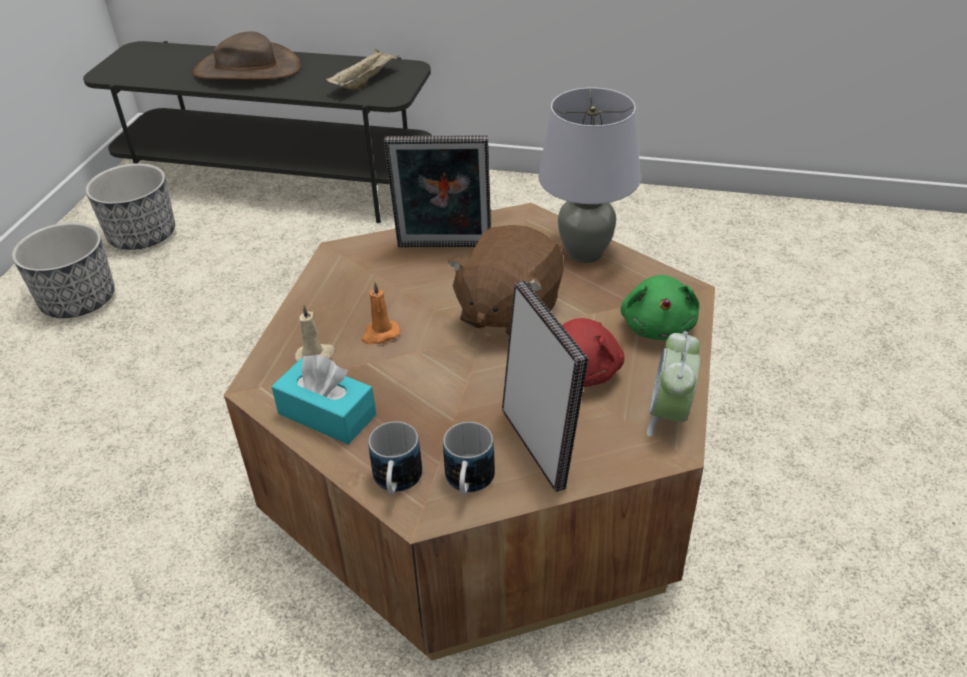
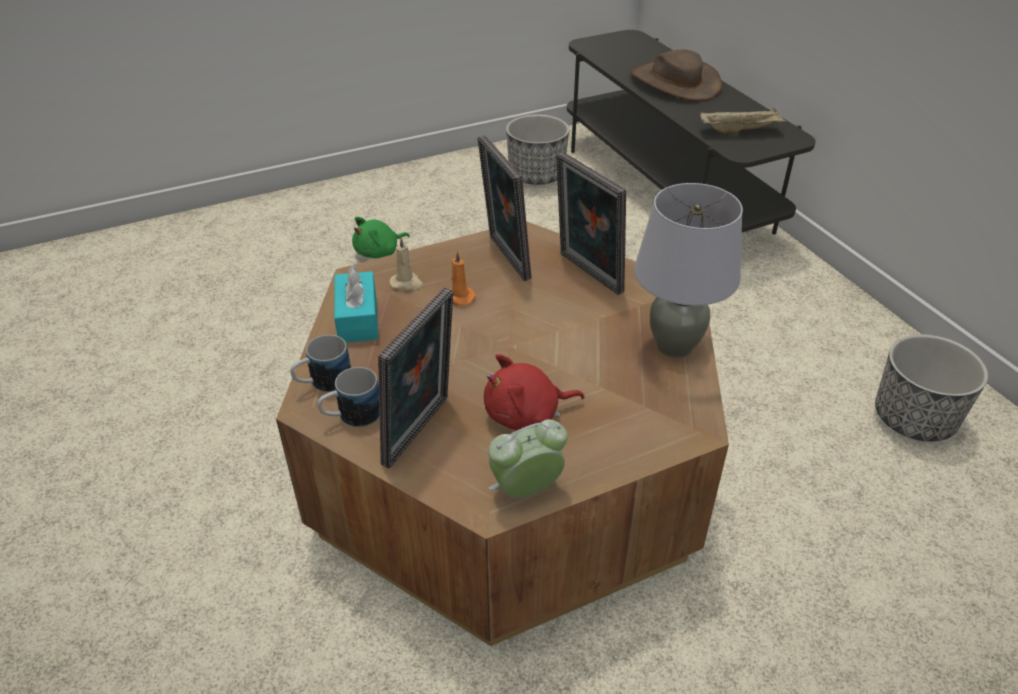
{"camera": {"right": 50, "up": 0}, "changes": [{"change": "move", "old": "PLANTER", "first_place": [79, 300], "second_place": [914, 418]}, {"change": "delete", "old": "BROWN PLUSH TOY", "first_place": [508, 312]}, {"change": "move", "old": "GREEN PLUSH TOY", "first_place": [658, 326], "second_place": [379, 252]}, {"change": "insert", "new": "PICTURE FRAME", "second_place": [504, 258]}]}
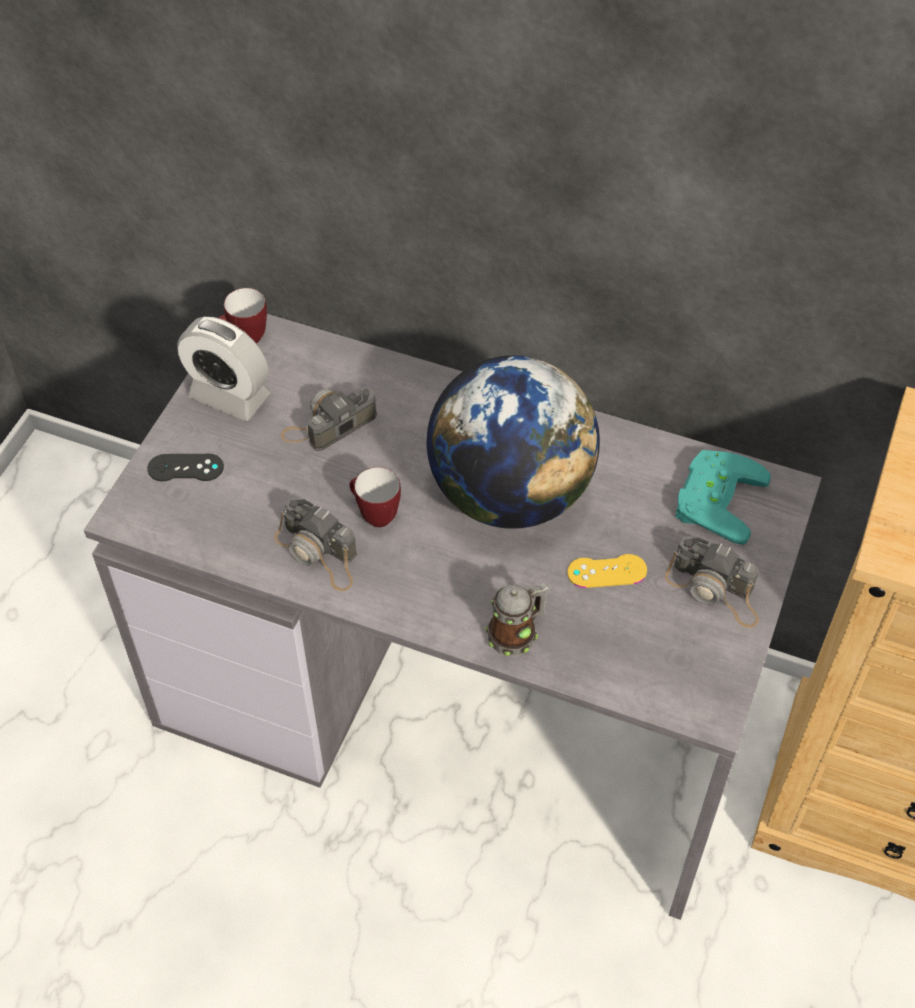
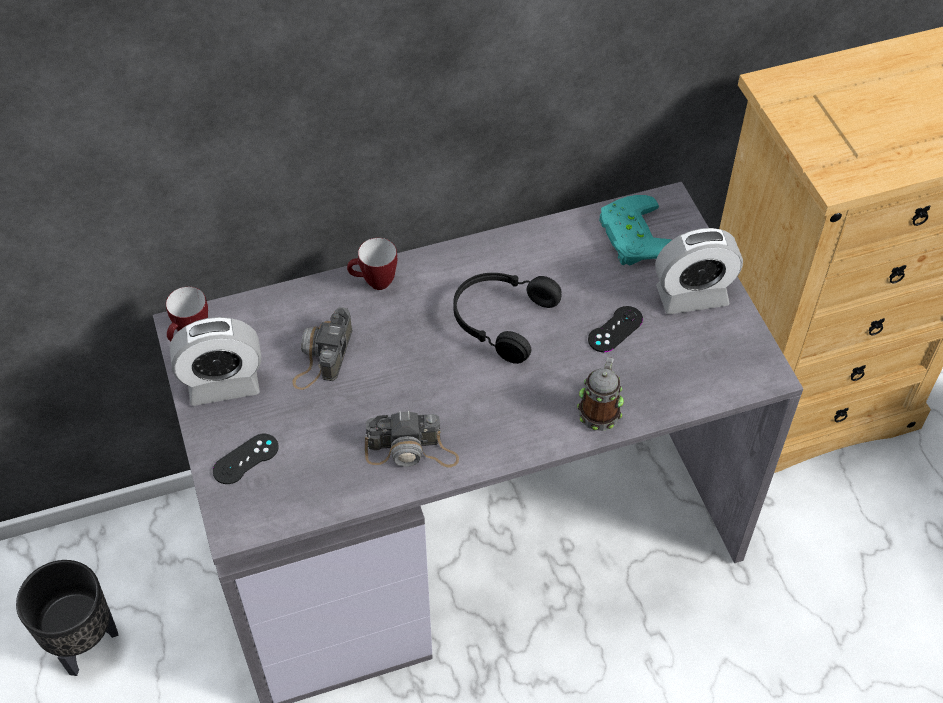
{"camera": {"right": -40, "up": 0}, "changes": [{"change": "move", "old": "MUG", "first_place": [373, 515], "second_place": [374, 283]}, {"change": "replace", "old": "GLOBE", "new": "BLACK HEADPHONES", "first_place": [510, 493], "second_place": [500, 320]}, {"change": "recolor", "old": "YELLOW GAME CONTROLLER", "new": "BLACK GAME CONTROLLER", "first_place": [607, 571], "second_place": [615, 329]}, {"change": "replace", "old": "PHOTO CAMERA", "new": "ALARM CLOCK", "first_place": [715, 590], "second_place": [692, 296]}, {"change": "insert", "new": "BLACK PLANTER", "second_place": [83, 645]}]}
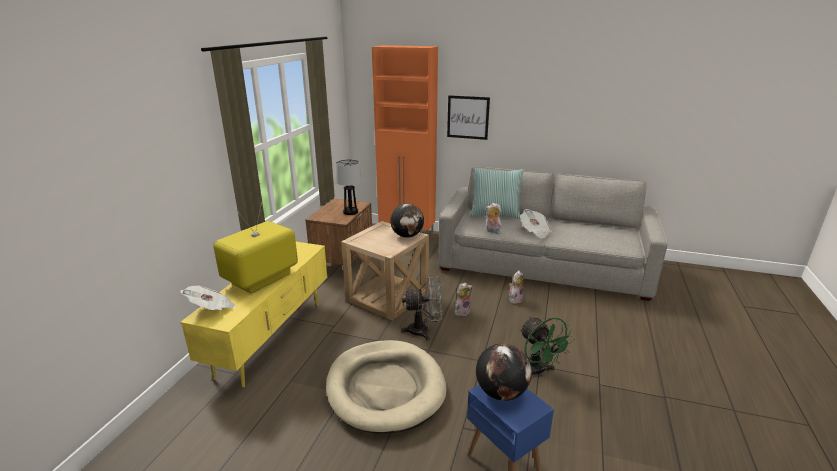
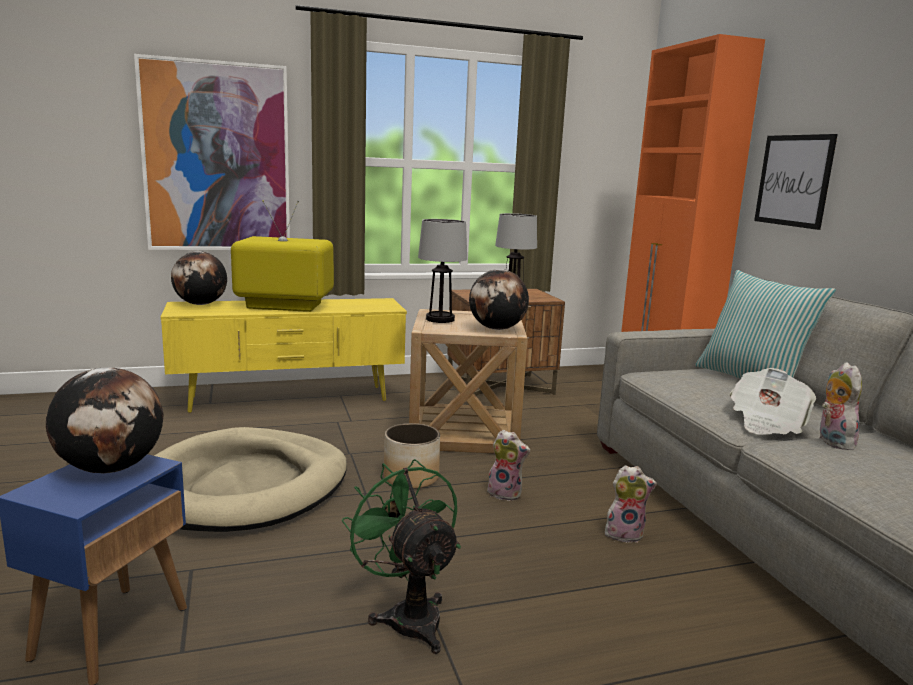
{"camera": {"right": 55, "up": -10}, "changes": [{"change": "replace", "old": "NEWSPAPER", "new": "GLOBE", "first_place": [212, 309], "second_place": [201, 304]}, {"change": "replace", "old": "GREY FAN", "new": "PLANTER", "first_place": [424, 331], "second_place": [411, 477]}, {"change": "move", "old": "PLUSH TOY", "first_place": [492, 231], "second_place": [832, 442]}, {"change": "rotate", "old": "GREEN FAN", "first_place": [538, 372], "second_place": [408, 615], "degrees": 120}, {"change": "insert", "new": "PICTURE", "second_place": [217, 158]}, {"change": "insert", "new": "TABLE LAMP", "second_place": [440, 319]}]}
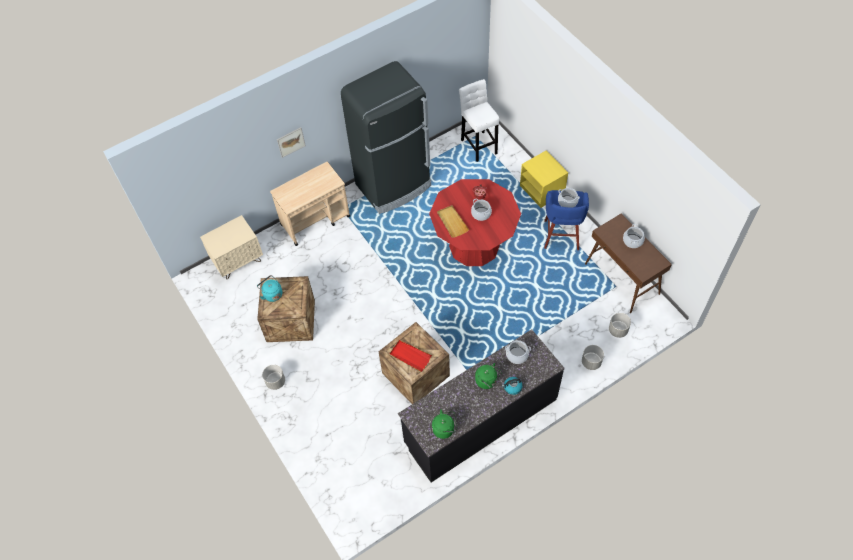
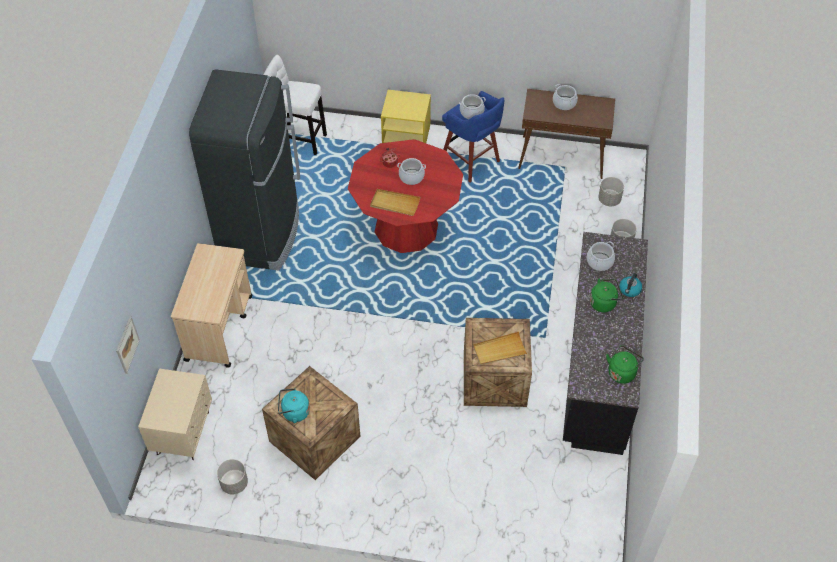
{"camera": {"right": -50, "up": -5}, "changes": [{"change": "move", "old": "GREY PLANTER", "first_place": [276, 382], "second_place": [234, 483]}, {"change": "move", "old": "PICTURE", "first_place": [291, 142], "second_place": [127, 345]}, {"change": "recolor", "old": "RED TRAY", "new": "BEIGE TRAY", "first_place": [410, 356], "second_place": [499, 350]}]}
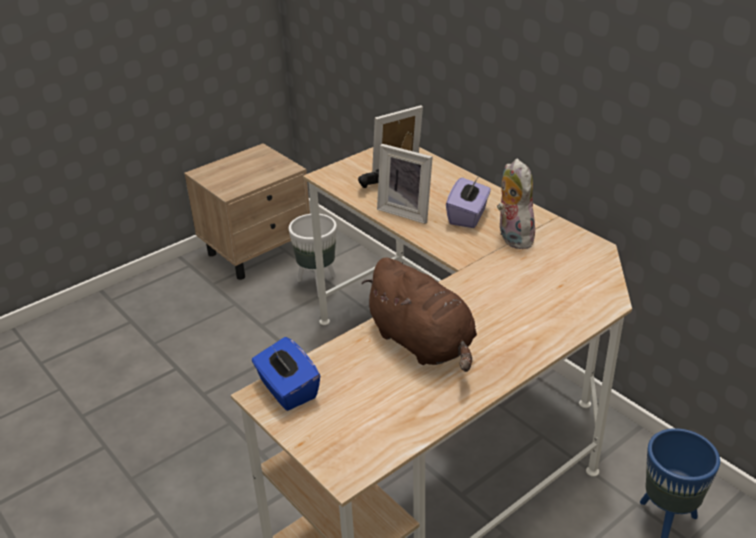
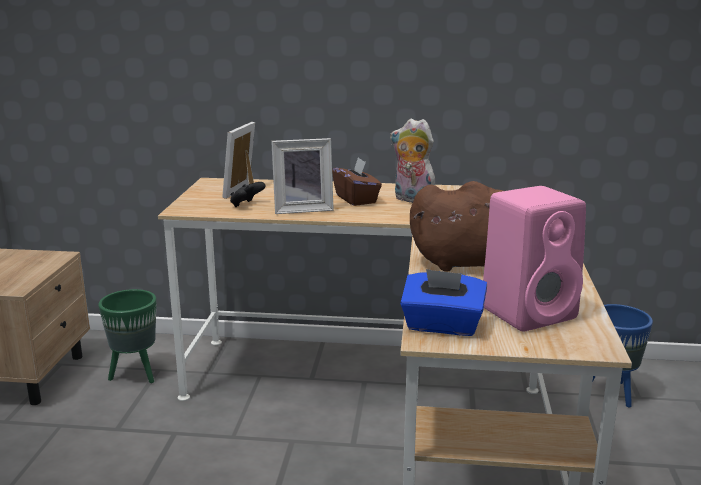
{"camera": {"right": -45, "up": -15}, "changes": [{"change": "recolor", "old": "WHITE PLANTER", "new": "GREEN PLANTER", "first_place": [317, 284], "second_place": [135, 374]}, {"change": "recolor", "old": "PURPLE TISSUE BOX", "new": "BROWN TISSUE BOX", "first_place": [468, 216], "second_place": [356, 199]}, {"change": "insert", "new": "PINK SPEAKER", "second_place": [530, 312]}]}
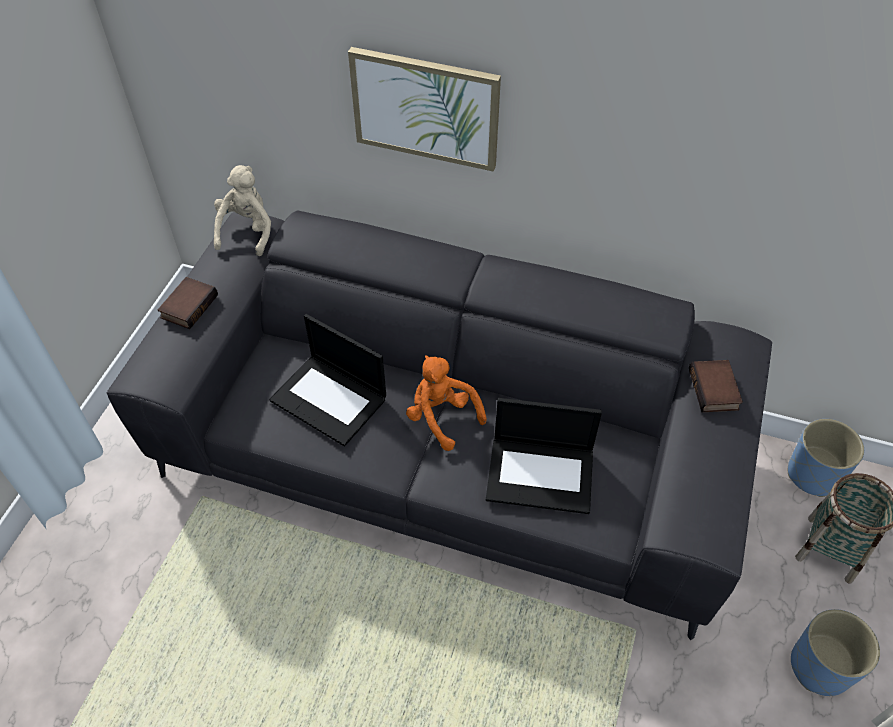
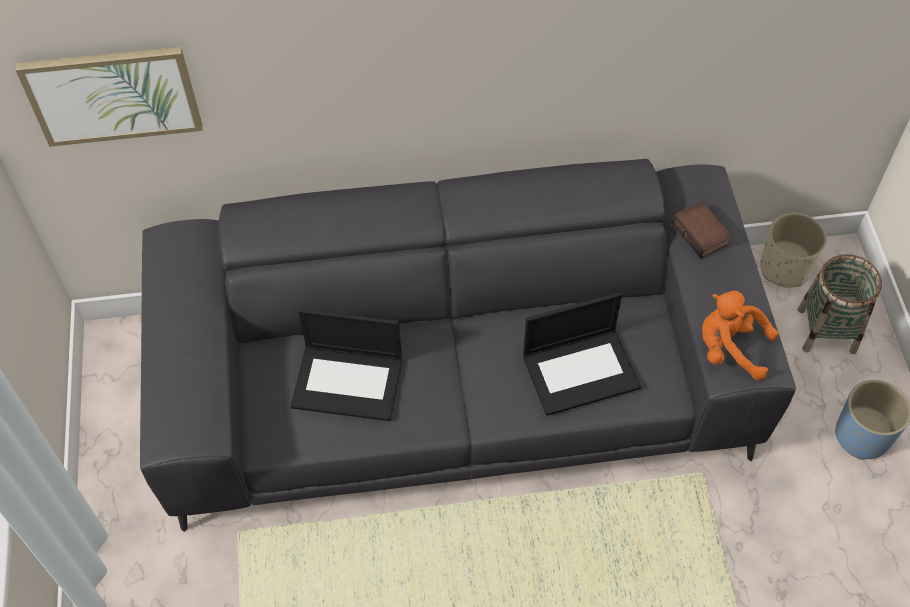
{"camera": {"right": -25, "up": 5}, "changes": [{"change": "delete", "old": "BOOK", "first_place": [188, 305]}, {"change": "delete", "old": "BEIGE PLUSH TOY", "first_place": [247, 231]}, {"change": "move", "old": "PICTURE", "first_place": [425, 108], "second_place": [113, 94]}, {"change": "move", "old": "ORANGE PLUSH TOY", "first_place": [441, 417], "second_place": [730, 348]}, {"change": "recolor", "old": "BLUE PLANTER", "new": "BEIGE PLANTER", "first_place": [813, 474], "second_place": [785, 268]}]}
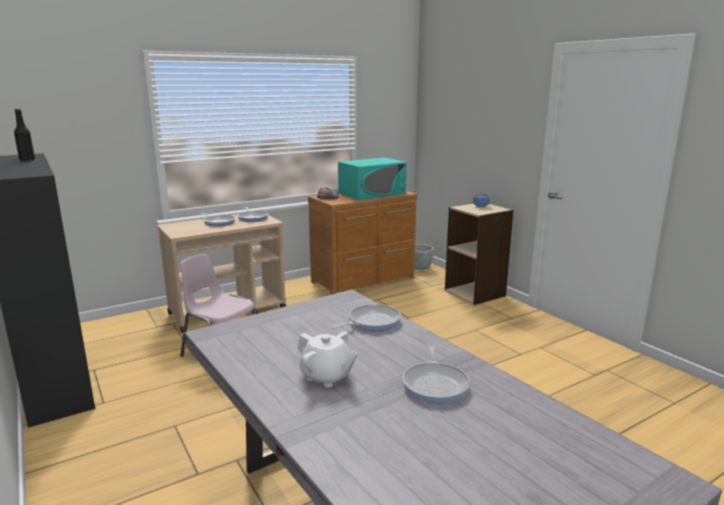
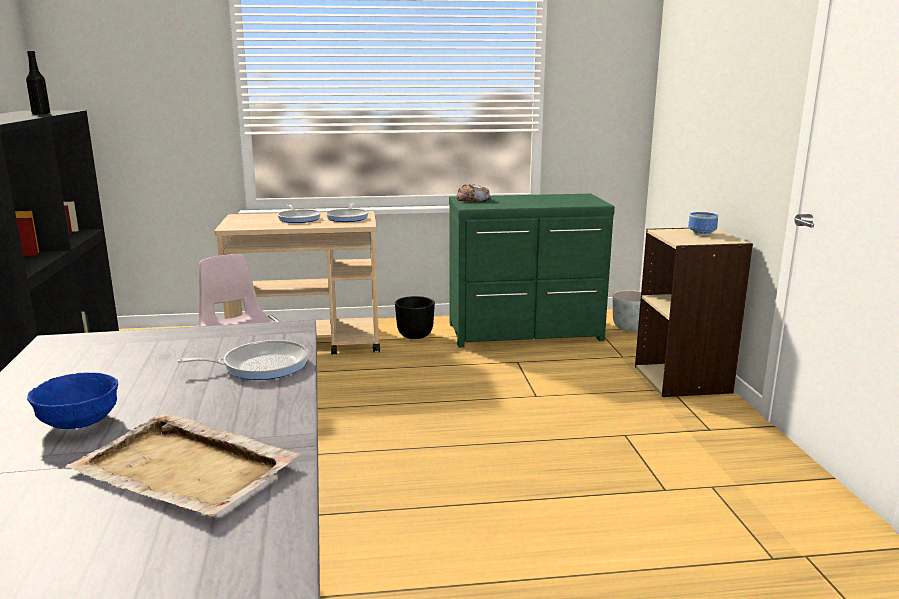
{"camera": {"right": 25, "up": 0}, "changes": [{"change": "replace", "old": "WHITE TEAPOT", "new": "BLUE BOWL", "first_place": [326, 376], "second_place": [78, 423]}, {"change": "recolor", "old": "BROWN DRESSER", "new": "GREEN DRESSER", "first_place": [365, 280], "second_place": [526, 333]}, {"change": "delete", "old": "TURQUOISE MICROWAVE", "first_place": [372, 193]}, {"change": "replace", "old": "FRYING PAN", "new": "BEIGE TRAY", "first_place": [435, 384], "second_place": [186, 469]}, {"change": "insert", "new": "BLACK PLANTER", "second_place": [415, 335]}]}
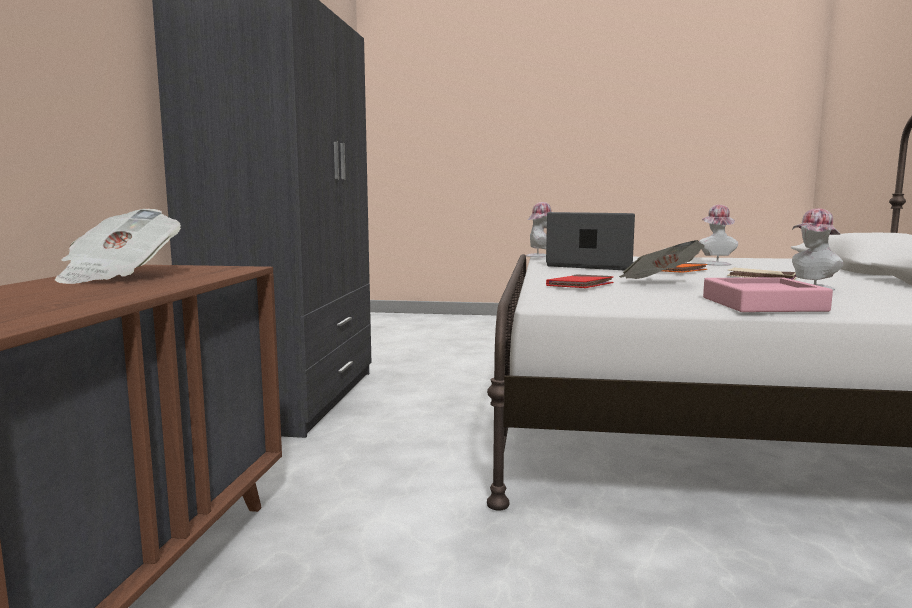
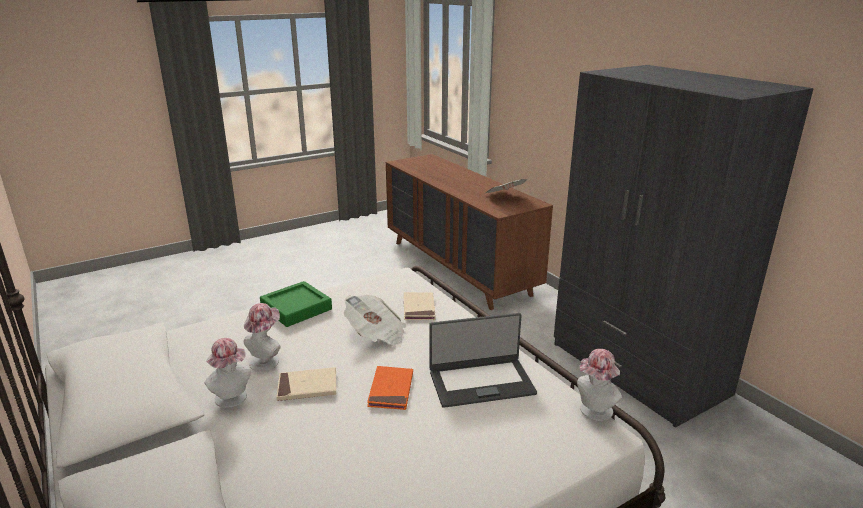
{"camera": {"right": 140, "up": 15}, "changes": [{"change": "recolor", "old": "RED BOOK", "new": "BEIGE BOOK", "first_place": [580, 285], "second_place": [419, 308]}, {"change": "move", "old": "HAT", "first_place": [715, 263], "second_place": [233, 399]}, {"change": "recolor", "old": "PINK TRAY", "new": "GREEN TRAY", "first_place": [762, 304], "second_place": [296, 308]}]}
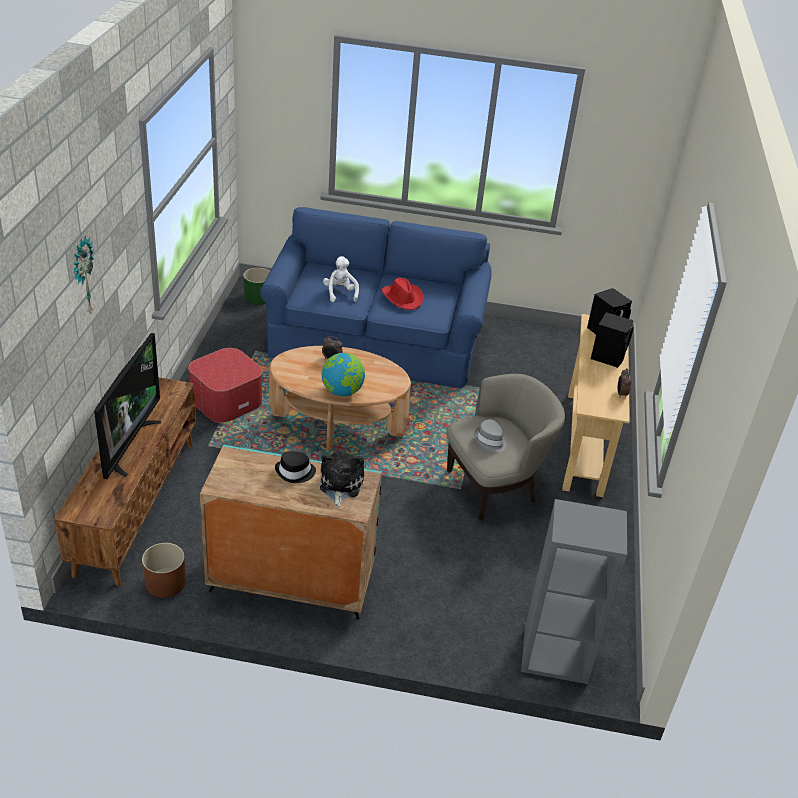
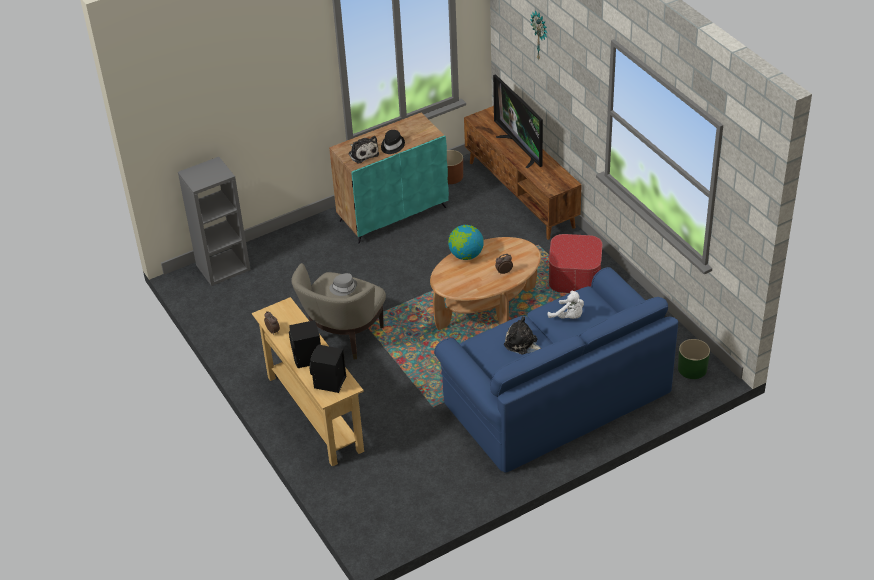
{"camera": {"right": 145, "up": 5}, "changes": [{"change": "replace", "old": "RED HAT", "new": "PLUSH TOY", "first_place": [403, 298], "second_place": [522, 344]}]}
